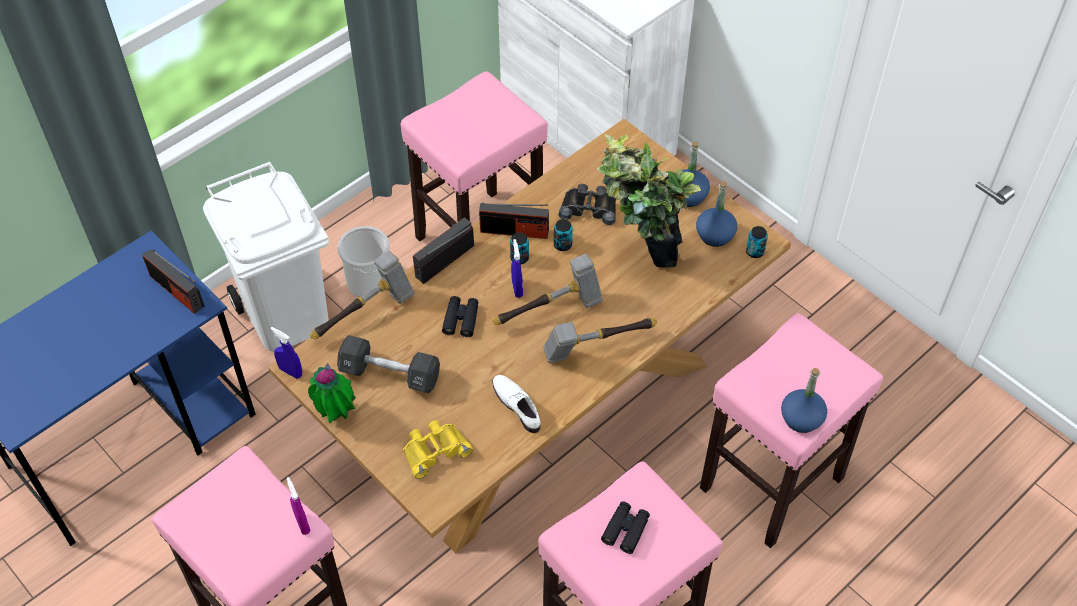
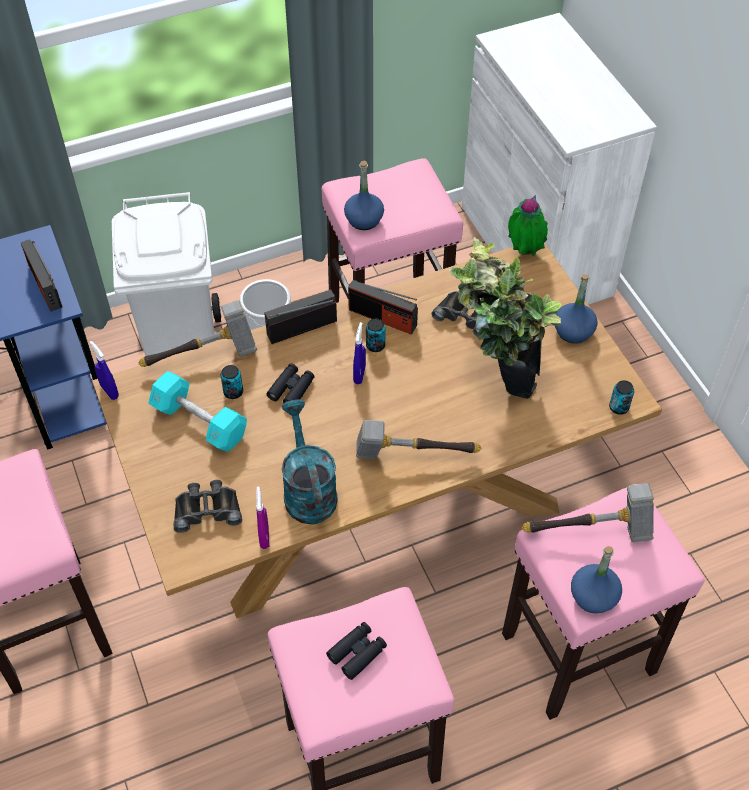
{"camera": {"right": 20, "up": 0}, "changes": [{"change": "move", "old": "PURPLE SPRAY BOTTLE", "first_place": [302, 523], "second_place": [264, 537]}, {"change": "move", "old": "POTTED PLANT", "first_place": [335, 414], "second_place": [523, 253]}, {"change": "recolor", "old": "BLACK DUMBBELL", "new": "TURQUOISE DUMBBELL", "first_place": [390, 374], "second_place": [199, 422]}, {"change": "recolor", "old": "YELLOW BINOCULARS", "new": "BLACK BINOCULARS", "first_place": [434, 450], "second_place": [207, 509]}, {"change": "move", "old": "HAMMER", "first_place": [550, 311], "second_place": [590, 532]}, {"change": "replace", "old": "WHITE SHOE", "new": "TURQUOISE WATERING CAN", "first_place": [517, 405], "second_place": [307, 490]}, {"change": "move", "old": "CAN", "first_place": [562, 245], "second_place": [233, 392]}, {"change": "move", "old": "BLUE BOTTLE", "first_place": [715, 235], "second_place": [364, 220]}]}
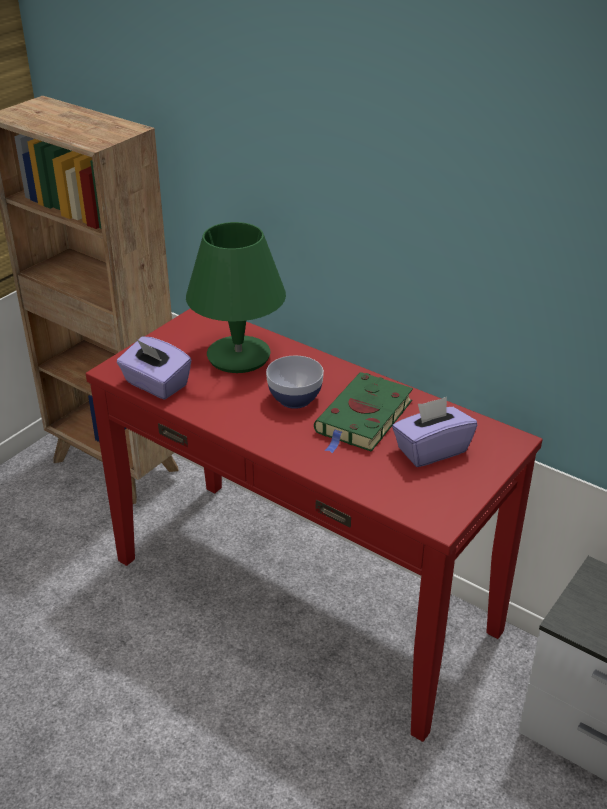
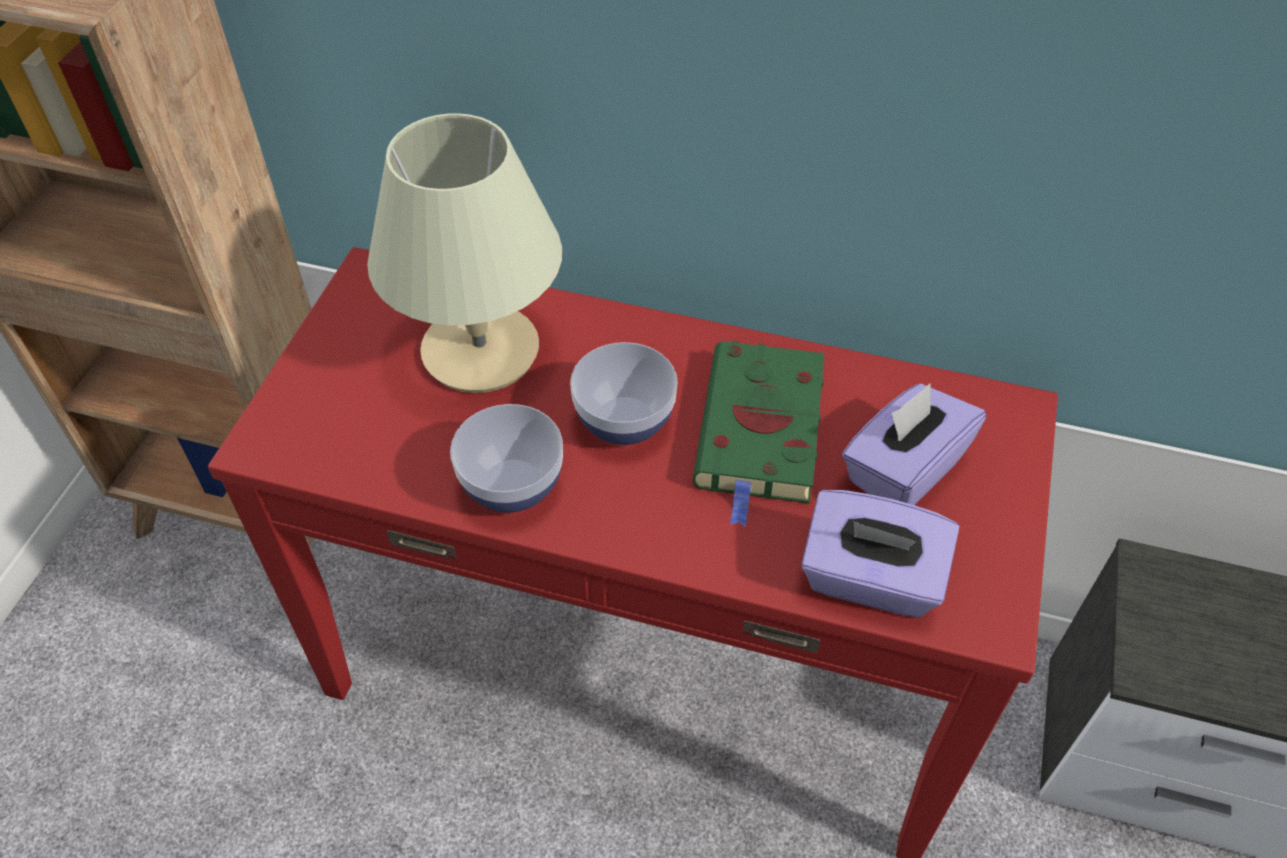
{"camera": {"right": -20, "up": 15}, "changes": [{"change": "move", "old": "PURPLE TISSUE BOX", "first_place": [155, 384], "second_place": [870, 580]}, {"change": "recolor", "old": "GREEN TABLE LAMP", "new": "BEIGE TABLE LAMP", "first_place": [238, 356], "second_place": [479, 352]}, {"change": "insert", "new": "BOWL", "second_place": [512, 486]}]}
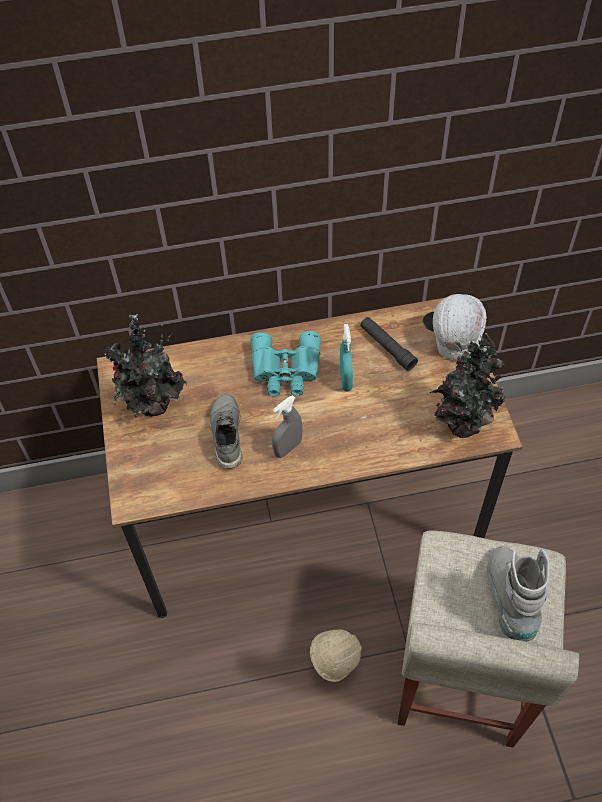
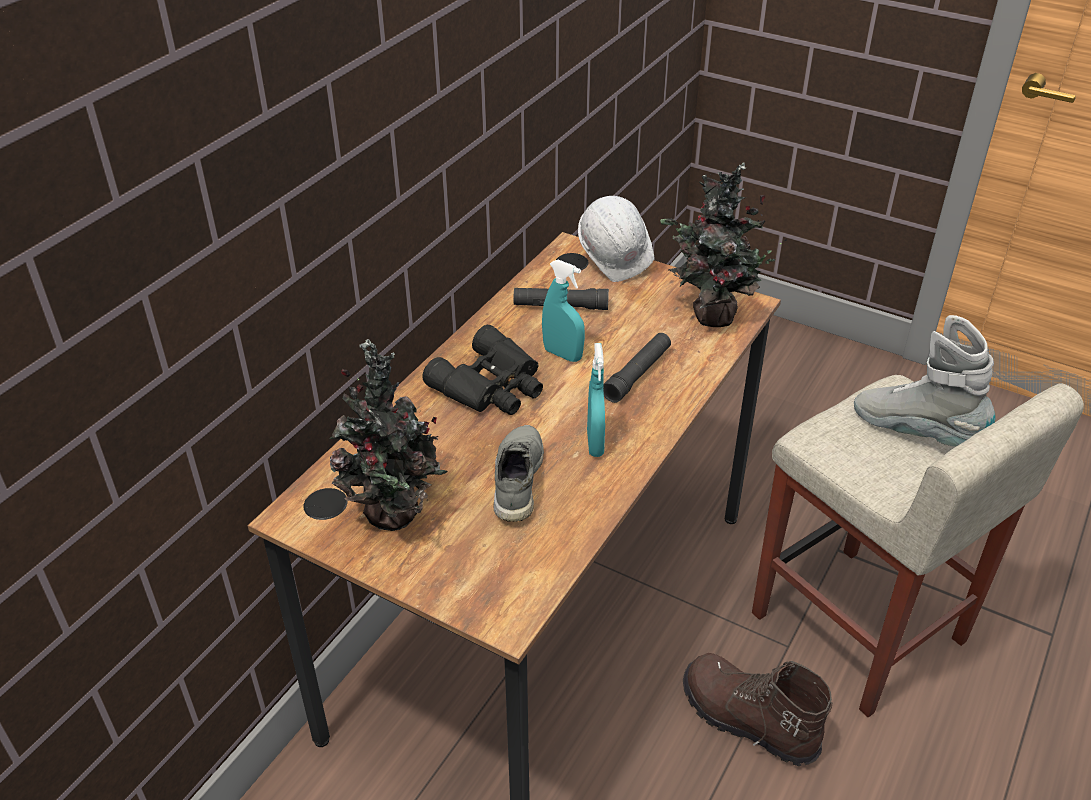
{"camera": {"right": -50, "up": -15}, "changes": [{"change": "rotate", "old": "GREY SHOE", "first_place": [226, 435], "second_place": [516, 480], "degrees": 60}, {"change": "recolor", "old": "TURQUOISE BINOCULARS", "new": "BLACK BINOCULARS", "first_place": [286, 370], "second_place": [492, 386]}, {"change": "recolor", "old": "GREY SPRAY BOTTLE", "new": "TURQUOISE SPRAY BOTTLE", "first_place": [288, 448], "second_place": [595, 443]}, {"change": "replace", "old": "BEIGE HARD HAT", "new": "BROWN BOOT", "first_place": [334, 661], "second_place": [747, 721]}, {"change": "insert", "new": "BLACK FLASHLIGHT", "second_place": [637, 374]}]}
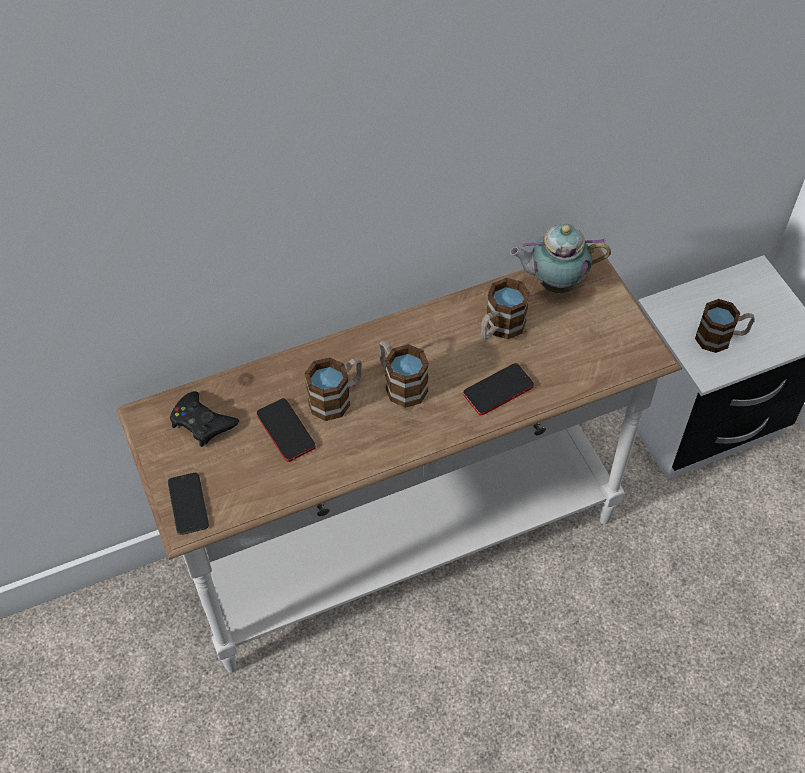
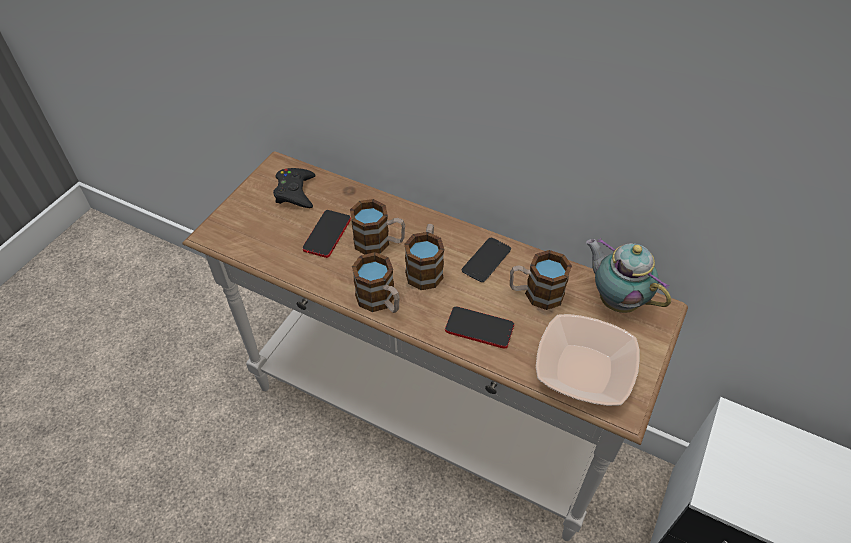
{"camera": {"right": 50, "up": -5}, "changes": [{"change": "move", "old": "PHONE", "first_place": [188, 504], "second_place": [486, 260]}, {"change": "move", "old": "MUG", "first_place": [721, 338], "second_place": [380, 301]}, {"change": "insert", "new": "BOWL", "second_place": [584, 369]}]}
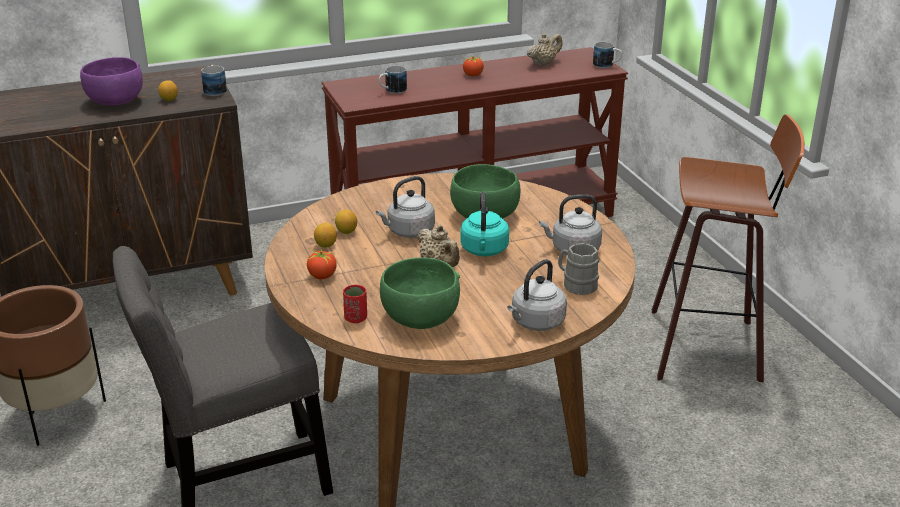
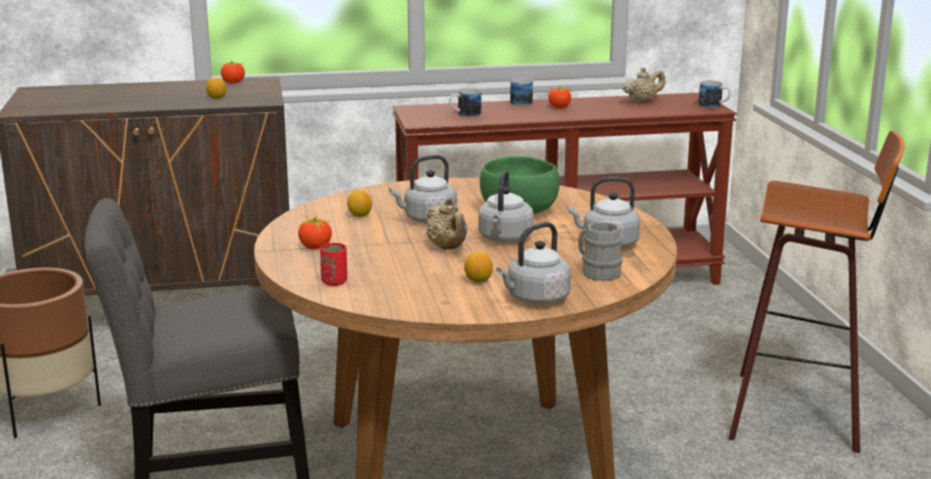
{"camera": {"right": 10, "up": -10}, "changes": [{"change": "delete", "old": "PURPLE BOWL", "first_place": [116, 101]}, {"change": "move", "old": "MUG", "first_place": [215, 90], "second_place": [520, 102]}, {"change": "move", "old": "LEMON", "first_place": [325, 245], "second_place": [478, 280]}, {"change": "delete", "old": "GREEN BOWL", "first_place": [420, 319]}, {"change": "recolor", "old": "TURQUOISE KETTLE", "new": "GREY KETTLE", "first_place": [484, 251], "second_place": [504, 239]}, {"change": "insert", "new": "TOMATO", "second_place": [233, 83]}]}
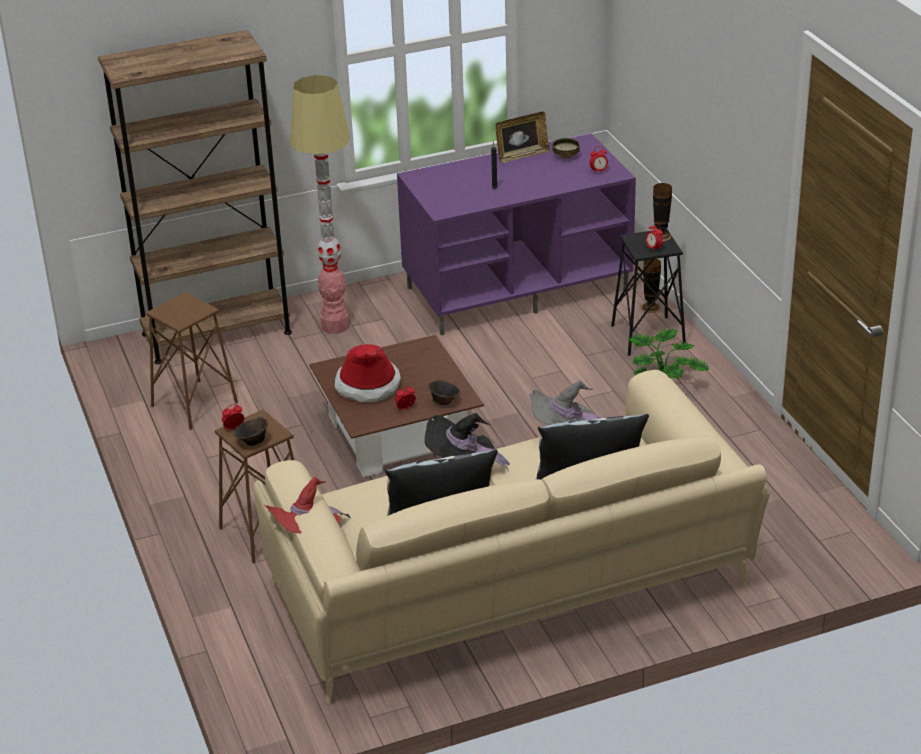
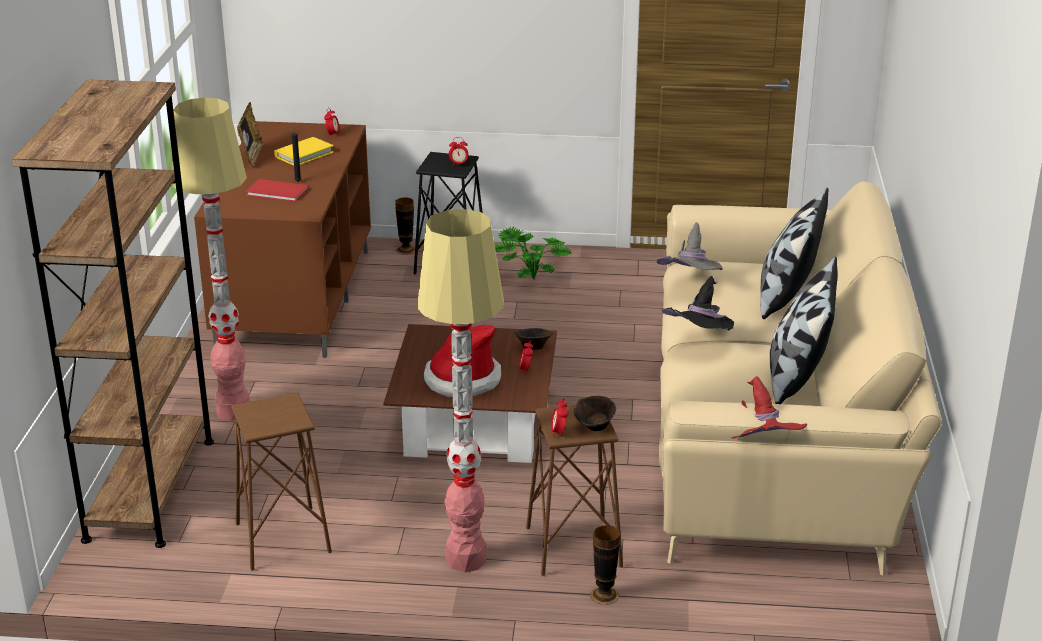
{"camera": {"right": -65, "up": -5}, "changes": [{"change": "recolor", "old": "PURPLE TV STAND", "new": "BROWN TV STAND", "first_place": [518, 288], "second_place": [294, 298]}, {"change": "delete", "old": "BOWL", "first_place": [566, 156]}, {"change": "move", "old": "VASE", "first_place": [660, 236], "second_place": [604, 595]}, {"change": "insert", "new": "RED BOOK", "second_place": [278, 192]}, {"change": "insert", "new": "YELLOW BOOK", "second_place": [304, 154]}, {"change": "insert", "new": "FLOOR LAMP", "second_place": [466, 559]}]}
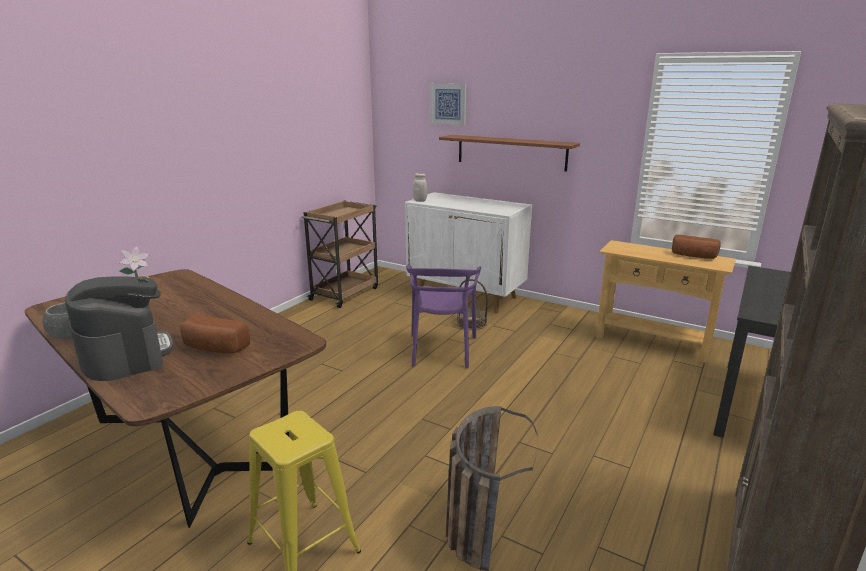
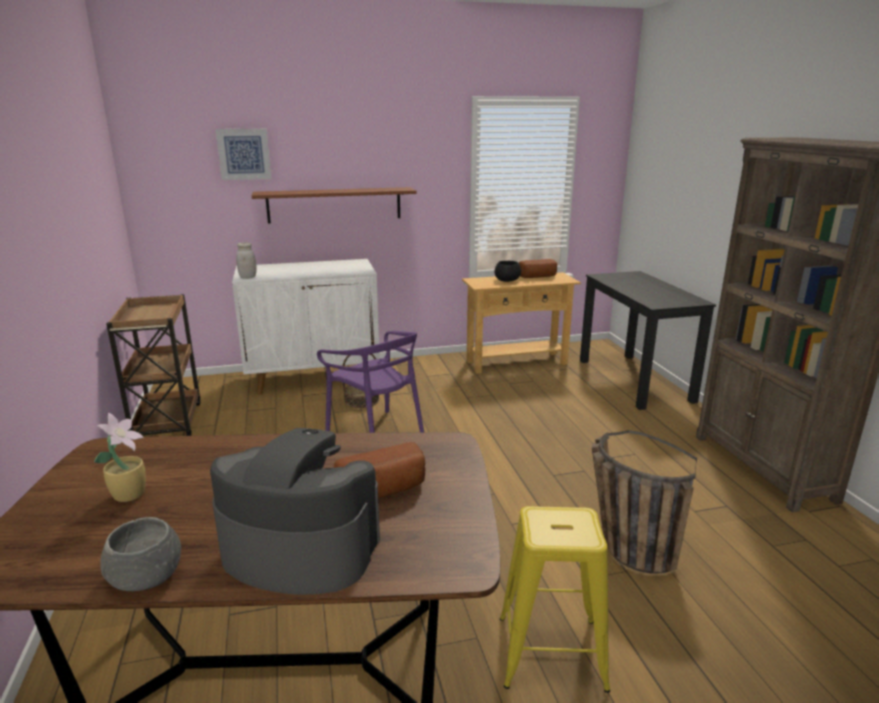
{"camera": {"right": -45, "up": 0}, "changes": [{"change": "insert", "new": "BLACK BOWL", "second_place": [507, 280]}]}
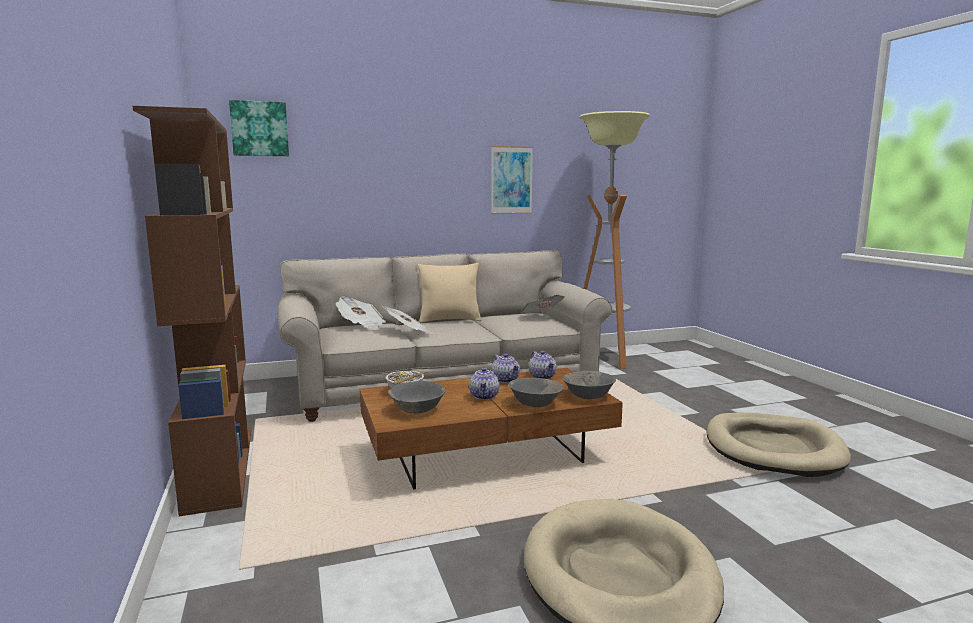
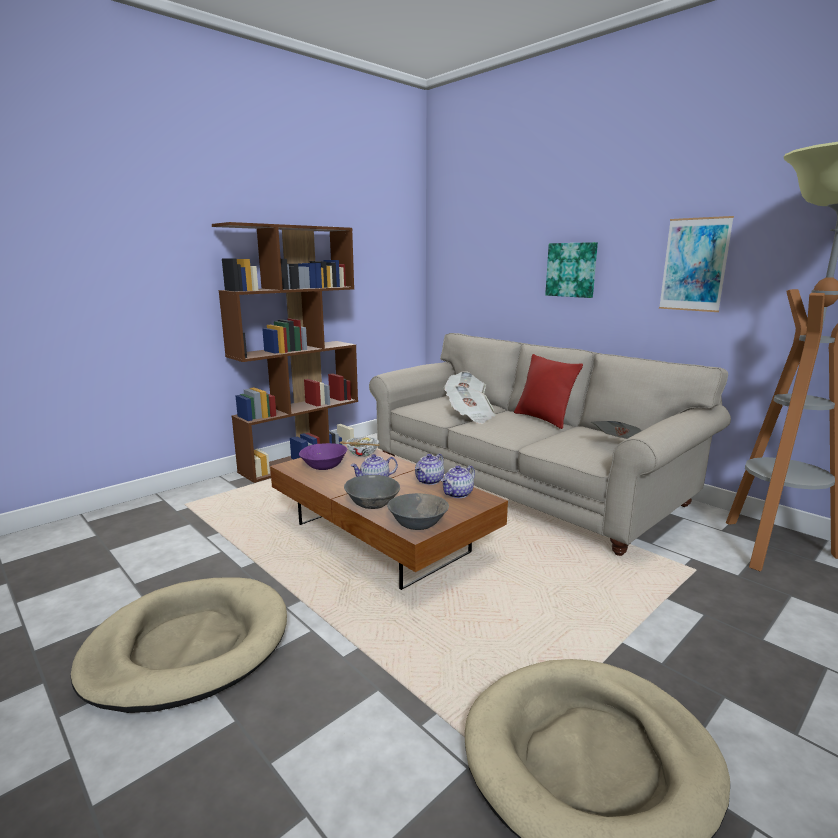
{"camera": {"right": 65, "up": 5}, "changes": [{"change": "move", "old": "PICTURE", "first_place": [259, 129], "second_place": [572, 270]}, {"change": "recolor", "old": "GREY BOWL", "new": "PURPLE BOWL", "first_place": [417, 409], "second_place": [324, 466]}, {"change": "recolor", "old": "BEIGE PILLOW", "new": "RED PILLOW", "first_place": [449, 320], "second_place": [543, 419]}]}
